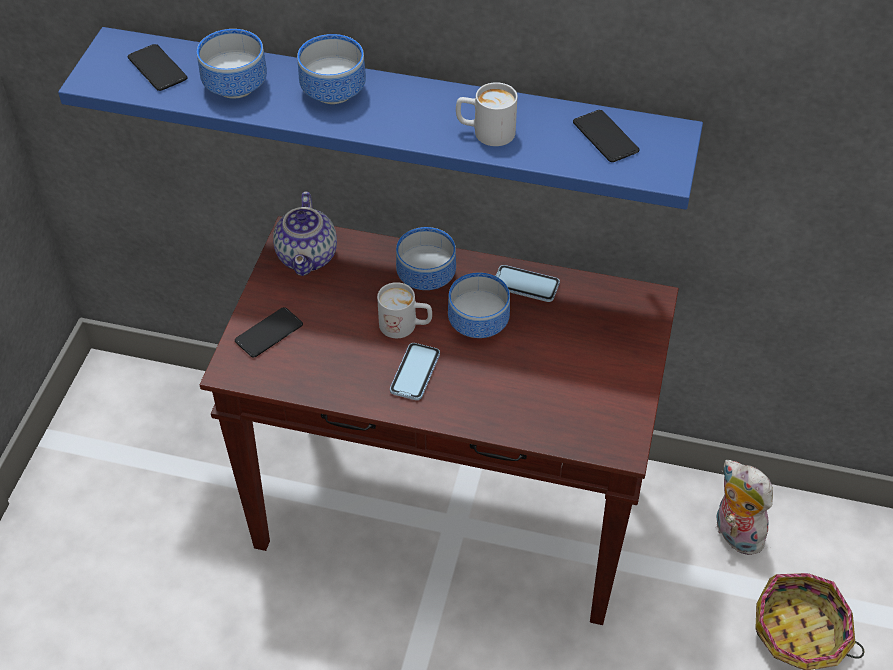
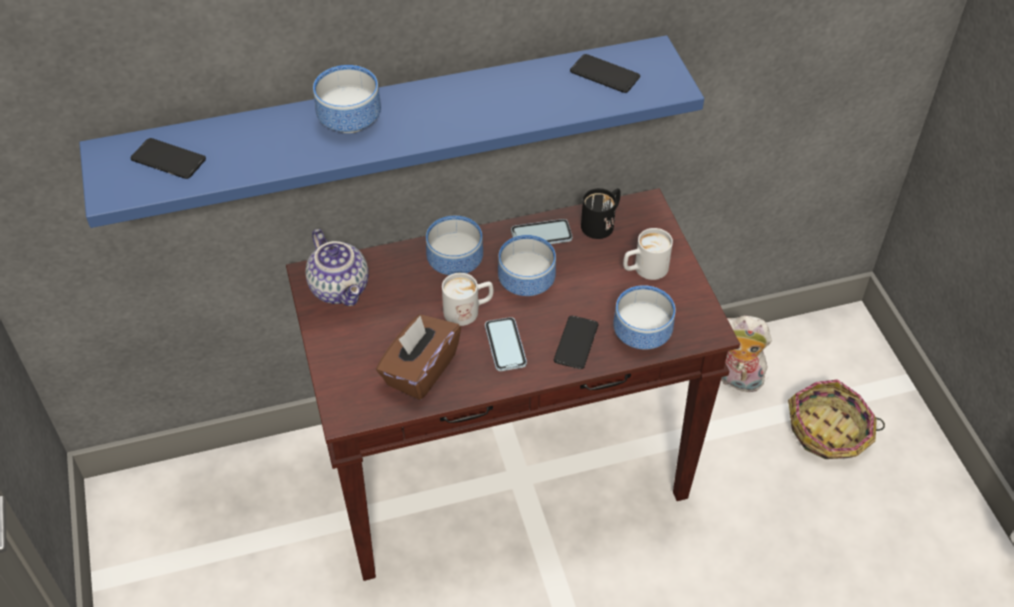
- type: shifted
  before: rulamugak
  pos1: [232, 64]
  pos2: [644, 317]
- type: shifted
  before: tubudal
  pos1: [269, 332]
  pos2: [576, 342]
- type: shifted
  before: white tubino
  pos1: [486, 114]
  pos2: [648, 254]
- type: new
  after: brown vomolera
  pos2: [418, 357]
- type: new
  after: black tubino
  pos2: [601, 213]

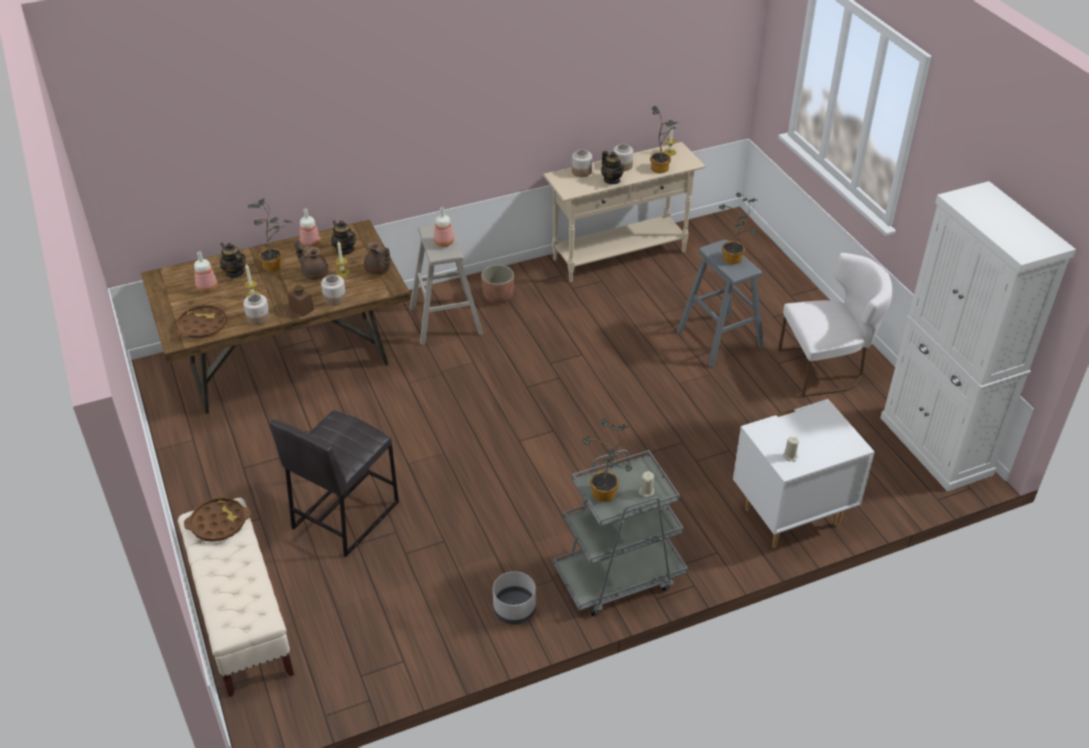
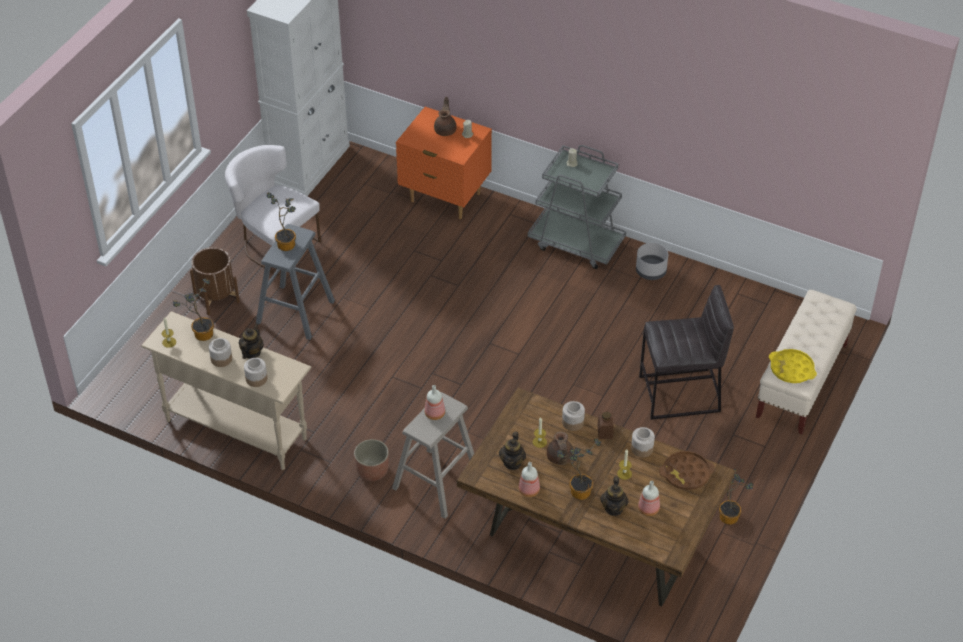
- type: repainted
  before: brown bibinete
  after: yellow bibinete
  pos1: [217, 519]
  pos2: [793, 366]
- type: shifted
  before: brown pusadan
  pos1: [377, 258]
  pos2: [445, 116]
- type: shifted
  before: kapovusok
  pos1: [607, 460]
  pos2: [736, 497]
- type: repainted
  before: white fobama
  after: orange fobama
  pos1: [804, 473]
  pos2: [444, 163]
- type: new
  after: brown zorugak
  pos2: [215, 281]

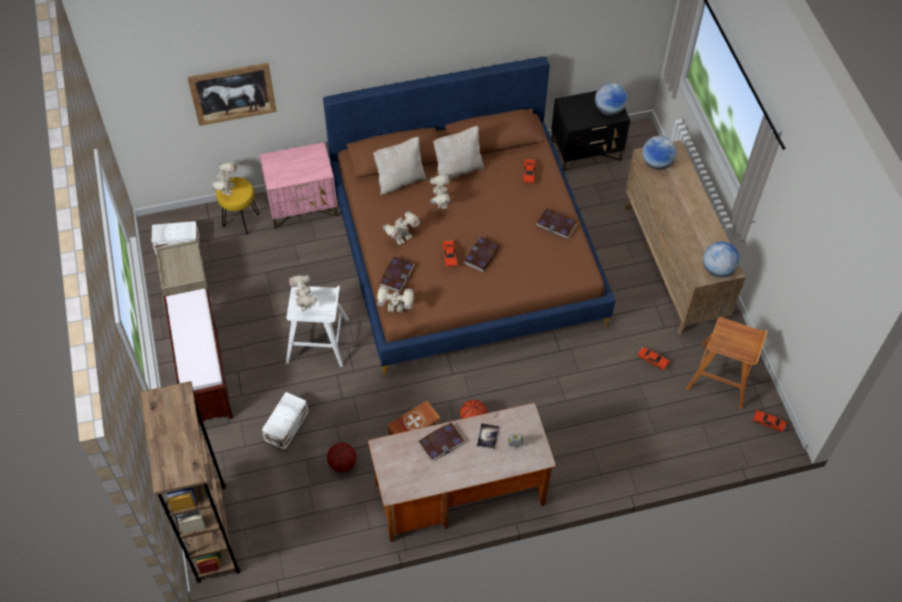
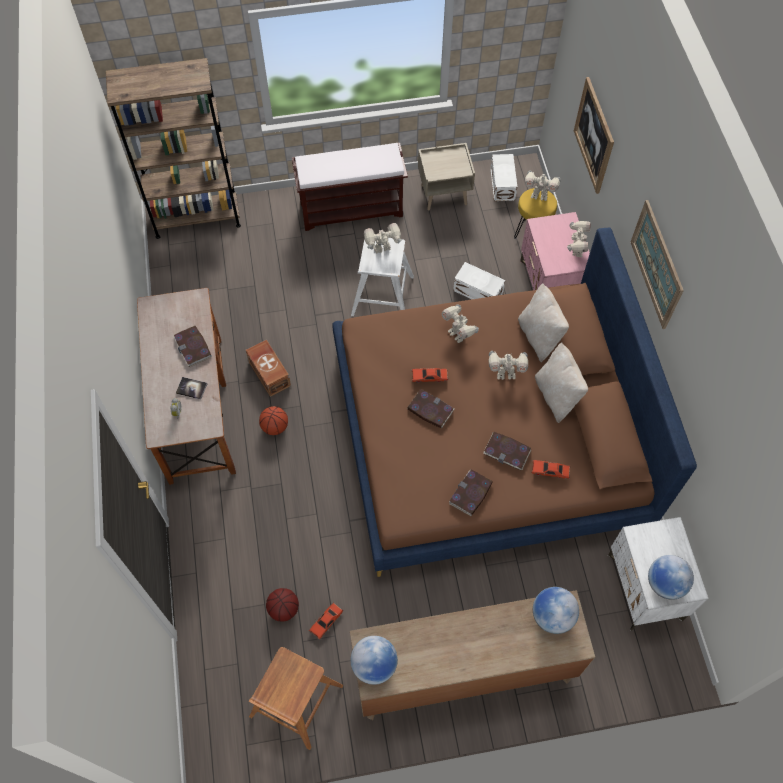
- type: shifted
  before: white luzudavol
  pos1: [285, 421]
  pos2: [479, 280]
- type: shifted
  before: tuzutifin
  pos1: [341, 457]
  pos2: [282, 605]
- type: shifted
  before: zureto
  pos1: [395, 299]
  pos2: [579, 239]
- type: shifted
  before: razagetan
  pos1: [397, 274]
  pos2: [507, 451]
- type: repainted
  before: black fobama
  after: white fobama
  pos1: [590, 131]
  pos2: [658, 574]
- type: gone
  before: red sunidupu
  pos1: [769, 421]
- type: new
  after: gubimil
  pos2: [657, 264]

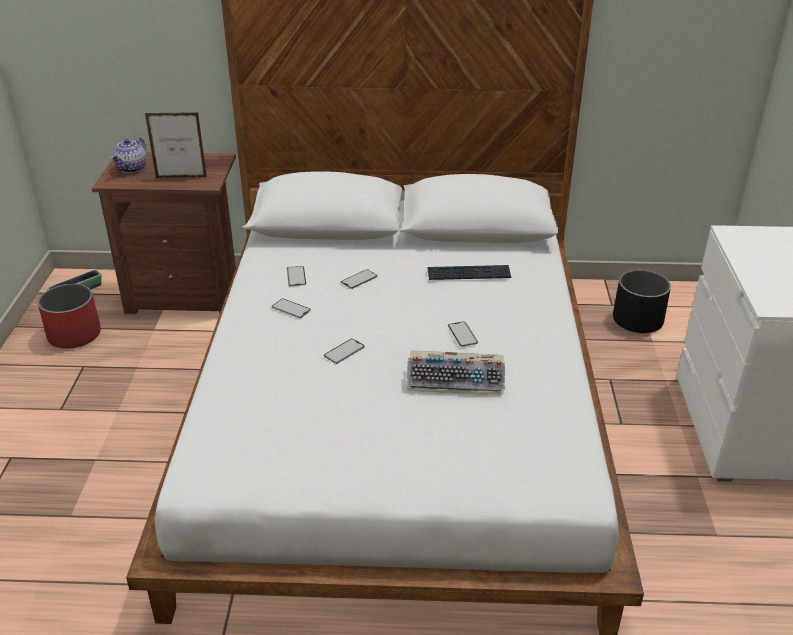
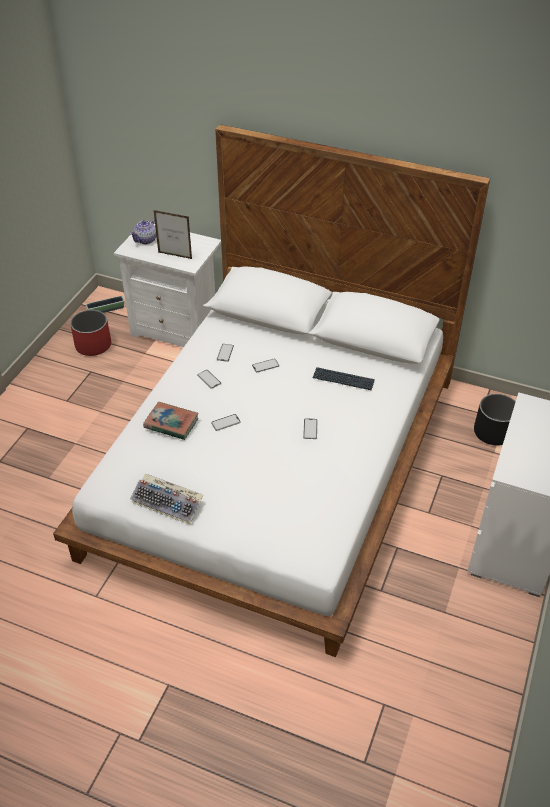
- type: repainted
  before: brown fobama
  after: white fobama
  pos1: [164, 233]
  pos2: [167, 285]
- type: shifted
  before: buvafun
  pos1: [455, 373]
  pos2: [166, 499]
- type: new
  after: razagetan
  pos2: [171, 421]

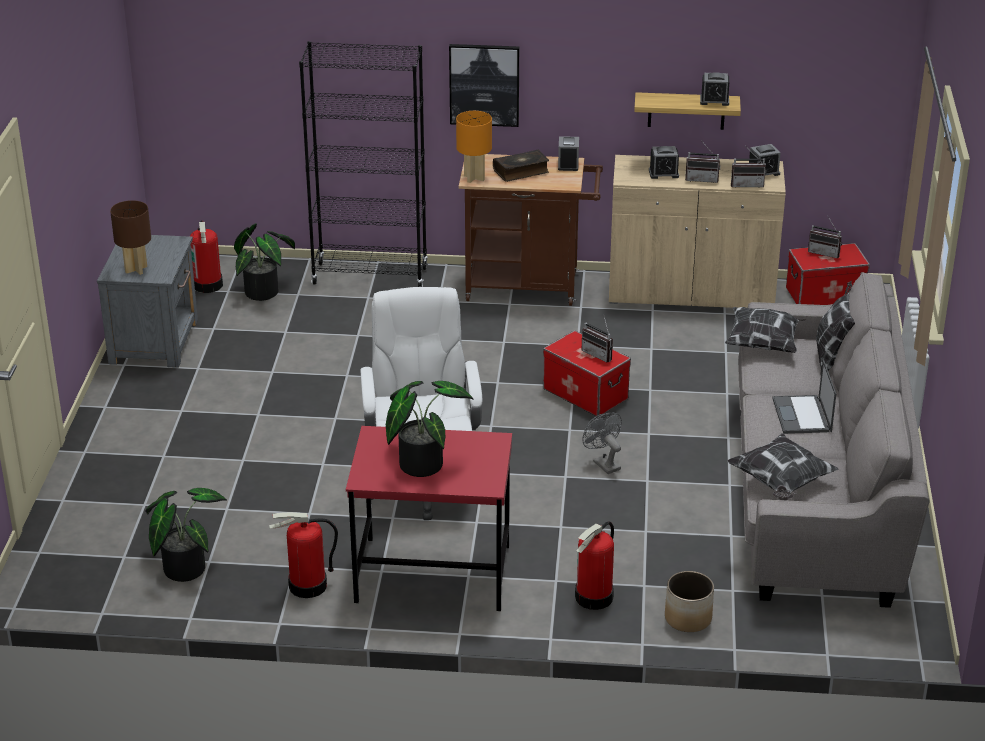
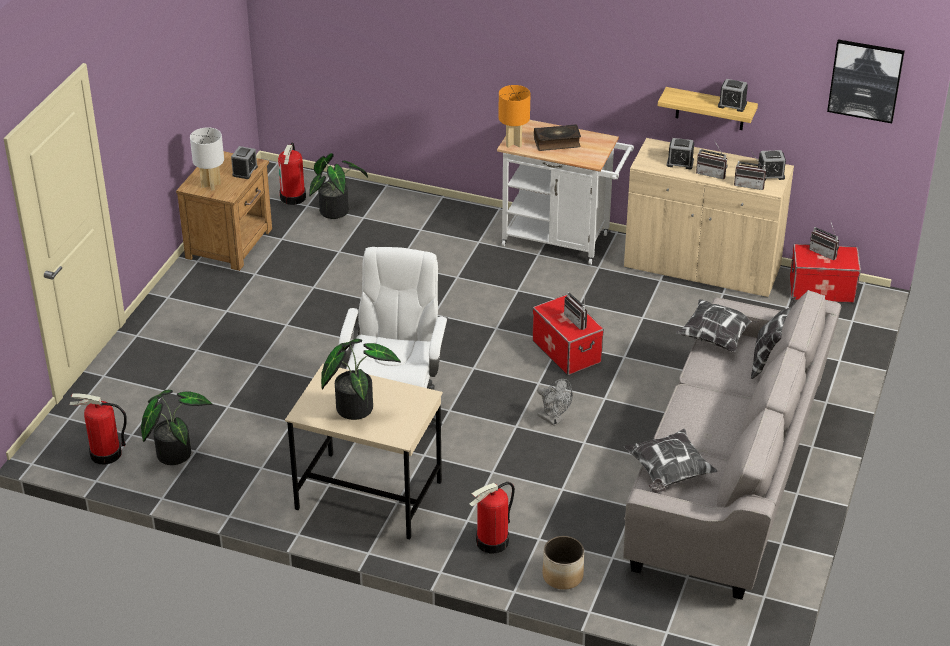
- type: repainted
  before: grey fobama
  after: brown fobama
  pos1: [147, 301]
  pos2: [224, 211]
- type: repainted
  before: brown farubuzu
  after: white farubuzu
  pos1: [130, 237]
  pos2: [207, 159]
- type: shifted
  before: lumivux
  pos1: [303, 555]
  pos2: [98, 428]
- type: gone
  before: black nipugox
  pos1: [363, 164]
- type: repainted
  before: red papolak
  after: beige papolak
  pos1: [429, 518]
  pos2: [364, 451]
- type: shifted
  before: gubimil
  pos1: [484, 85]
  pos2: [866, 81]
- type: repainted
  before: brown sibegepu
  after: white sibegepu
  pos1: [531, 230]
  pos2: [565, 192]
- type: shifted
  before: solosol
  pos1: [568, 153]
  pos2: [244, 162]
- type: rotated
  before: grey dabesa
  pos1: [602, 443]
  pos2: [555, 402]
  turn: 150
- type: gone
  before: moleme
  pos1: [804, 396]

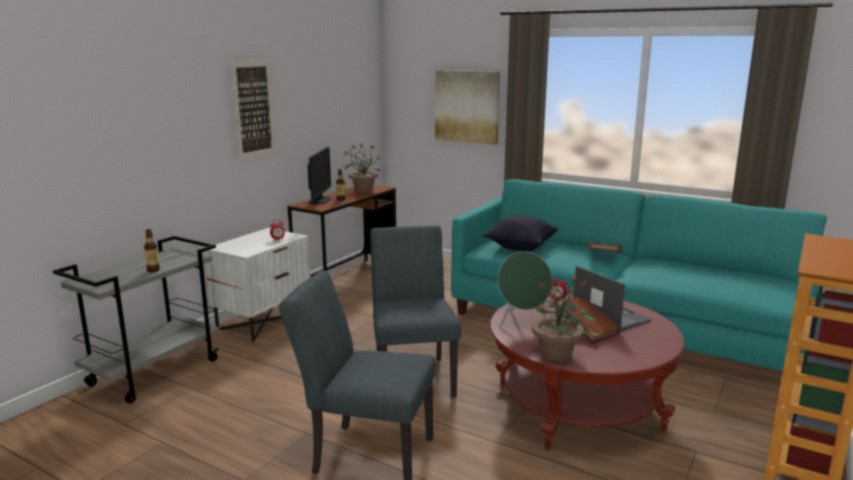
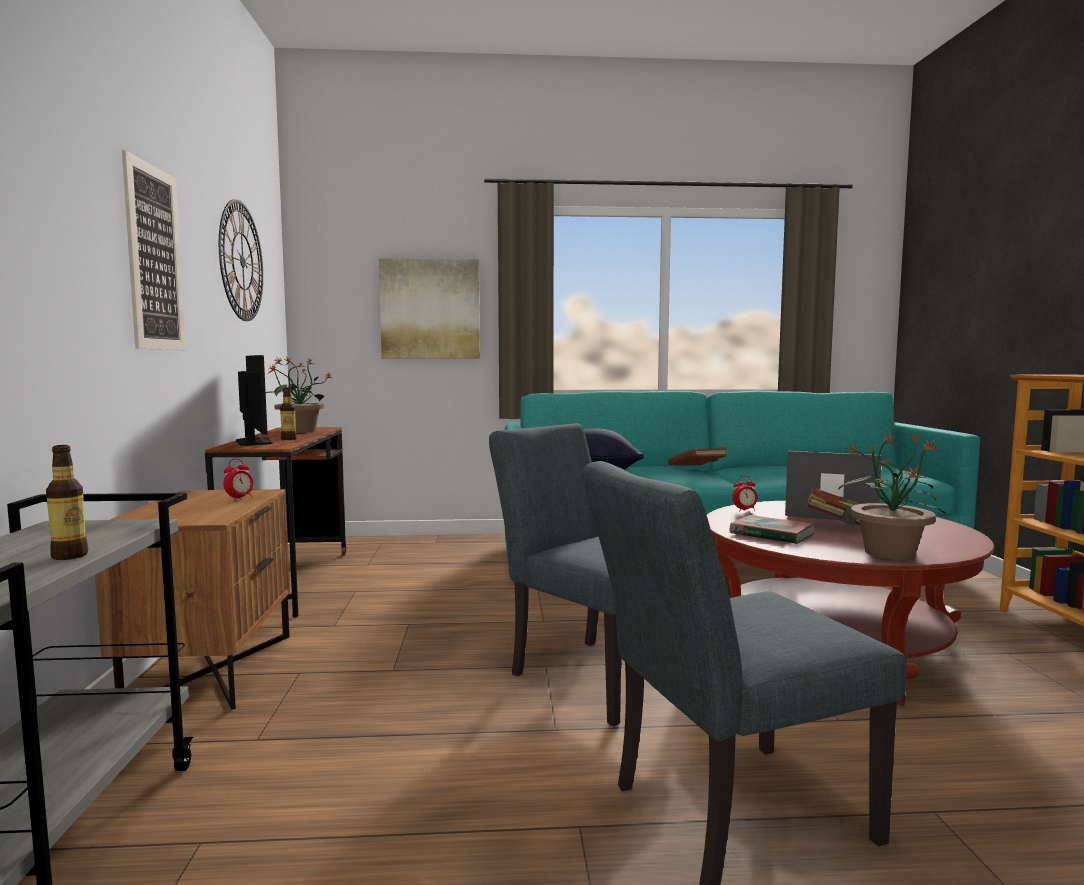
- type: repainted
  before: white fobama
  after: brown fobama
  pos1: [257, 285]
  pos2: [192, 599]
- type: swapped
  before: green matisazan
  after: razagetan
  pos1: [525, 289]
  pos2: [772, 529]
- type: new
  after: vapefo
  pos2: [241, 260]

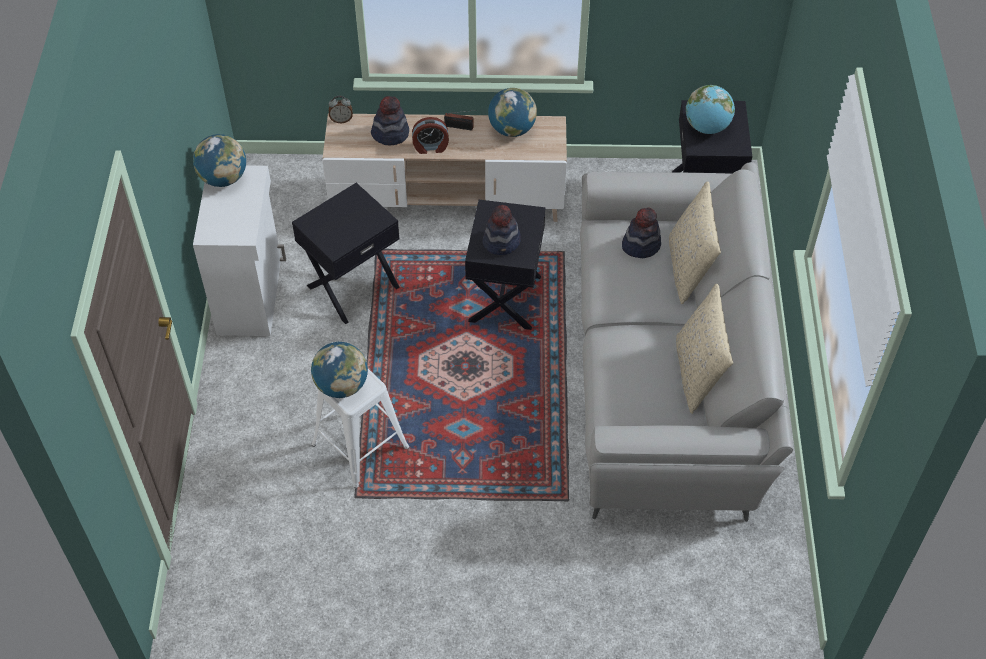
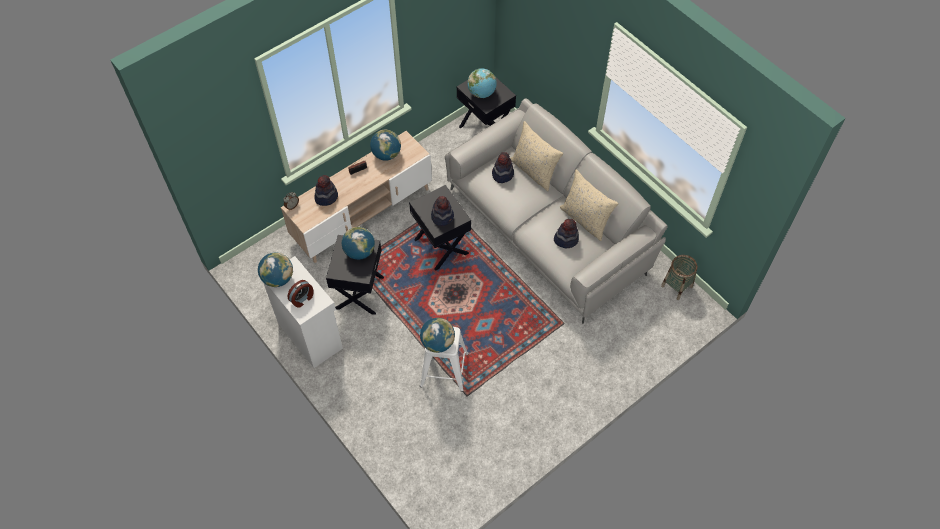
- type: shifted
  before: solosol
  pos1: [430, 135]
  pos2: [301, 294]
- type: new
  after: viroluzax
  pos2: [358, 243]
- type: new
  after: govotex
  pos2: [566, 233]
- type: new
  after: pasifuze
  pos2: [679, 277]

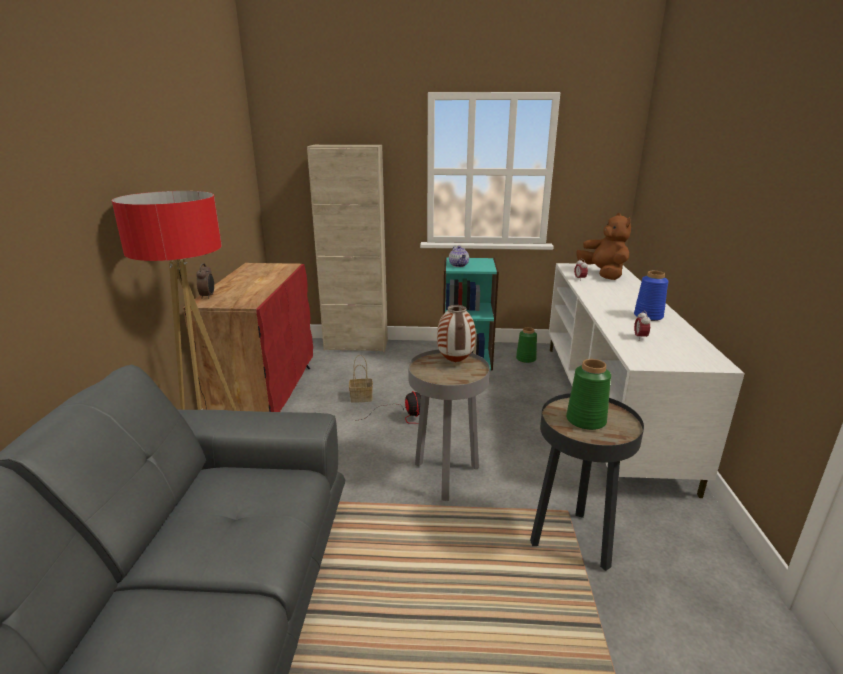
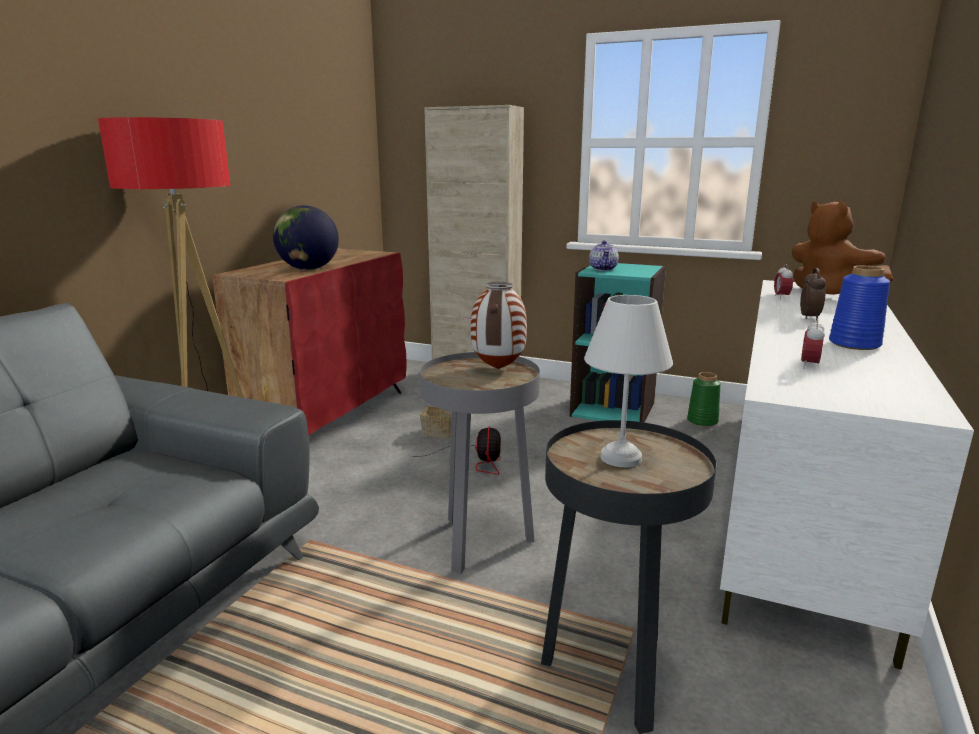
- type: shifted
  before: solosol
  pos1: [205, 281]
  pos2: [813, 294]
- type: swapped
  before: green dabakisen
  after: white farubuzu
  pos1: [588, 394]
  pos2: [628, 381]
- type: rotated
  before: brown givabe
  pos1: [604, 246]
  pos2: [842, 248]
  turn: 150
- type: new
  after: viroluzax
  pos2: [306, 237]

